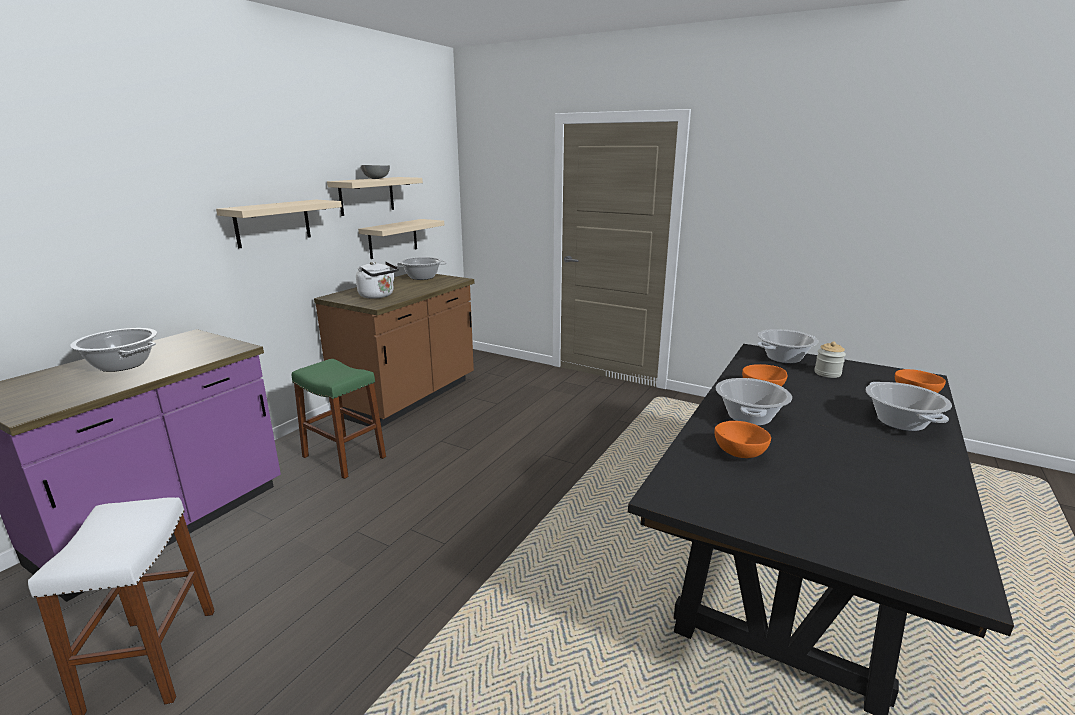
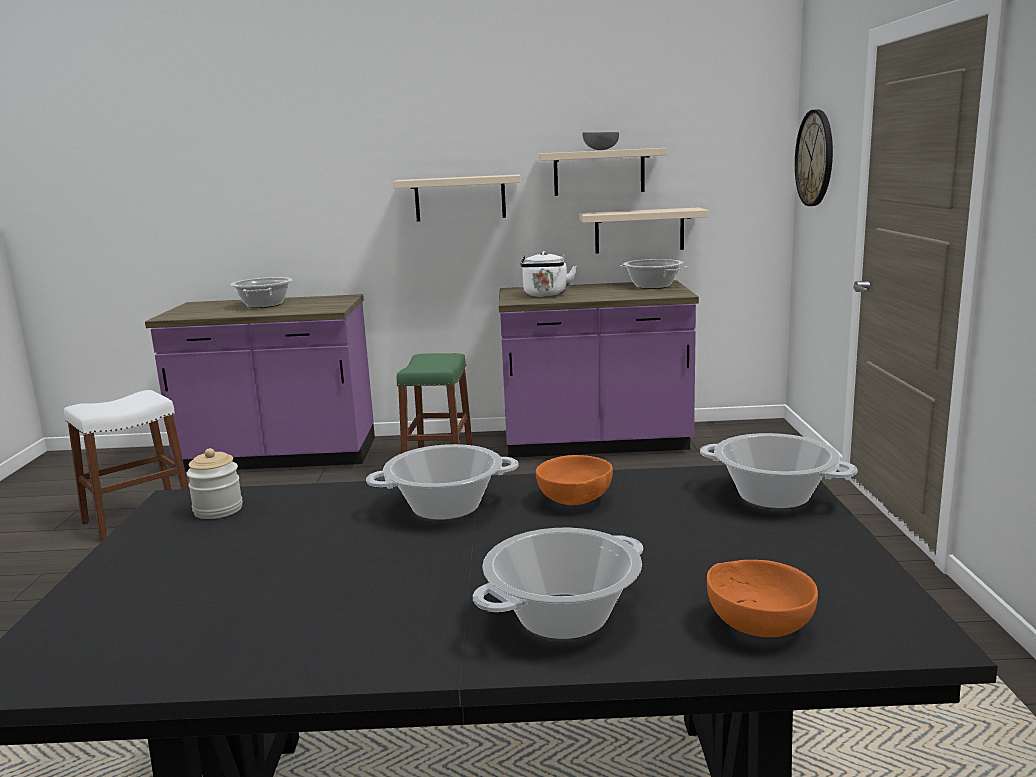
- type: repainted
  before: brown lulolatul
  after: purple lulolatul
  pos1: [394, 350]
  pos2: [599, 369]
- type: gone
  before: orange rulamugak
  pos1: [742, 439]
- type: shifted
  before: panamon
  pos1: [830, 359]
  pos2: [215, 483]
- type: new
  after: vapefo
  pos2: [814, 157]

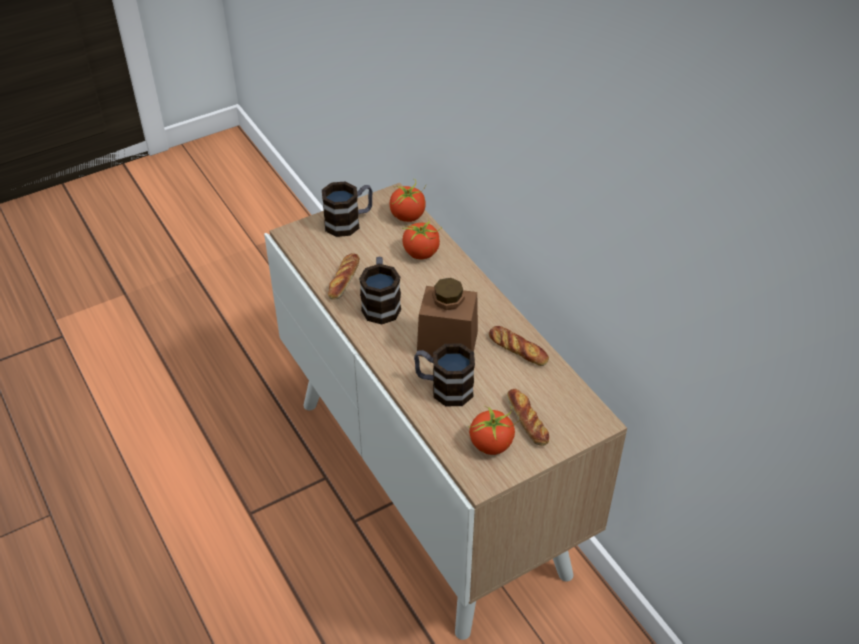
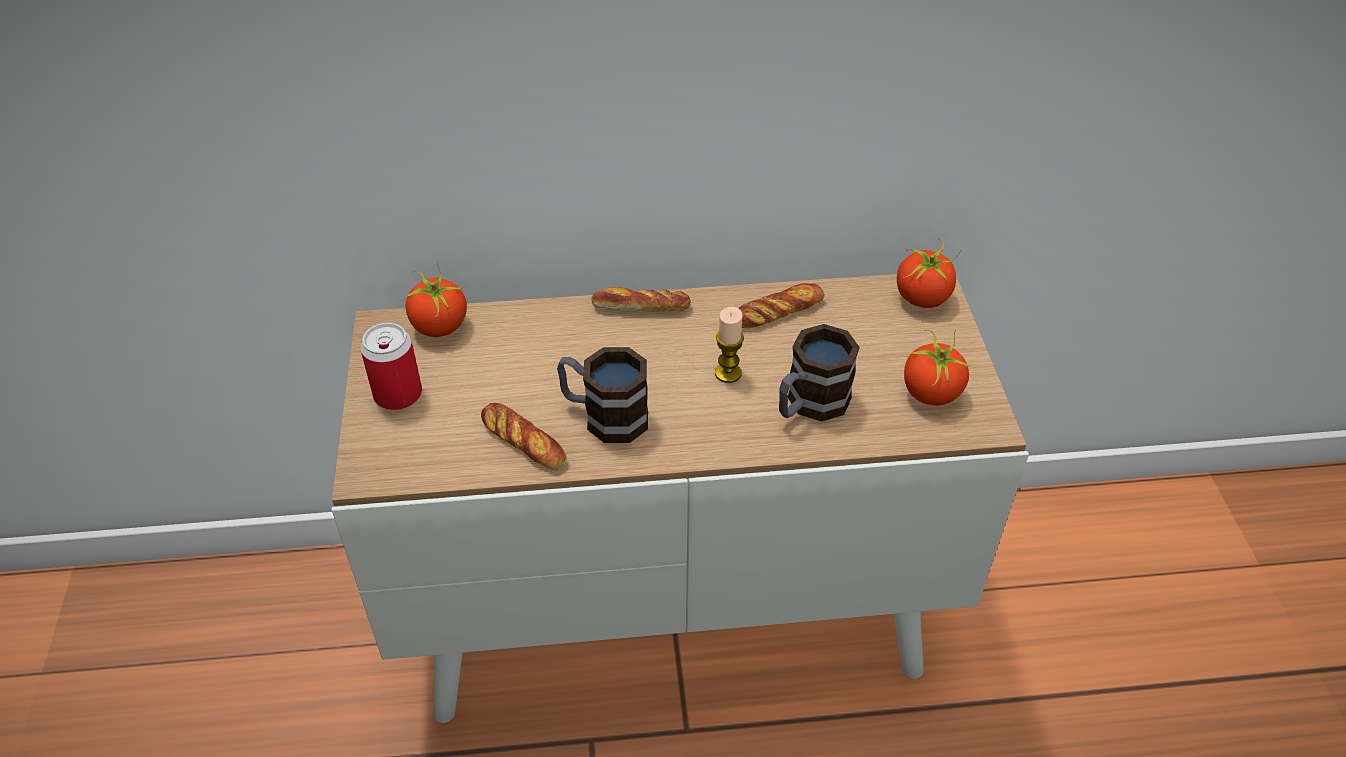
- type: swapped
  before: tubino
  after: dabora
  pos1: [347, 209]
  pos2: [391, 366]
- type: shifted
  before: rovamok
  pos1: [422, 240]
  pos2: [929, 273]
- type: swapped
  before: brown panamon
  after: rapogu
  pos1: [447, 317]
  pos2: [729, 345]
- type: shifted
  before: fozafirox
  pos1: [528, 417]
  pos2: [641, 299]

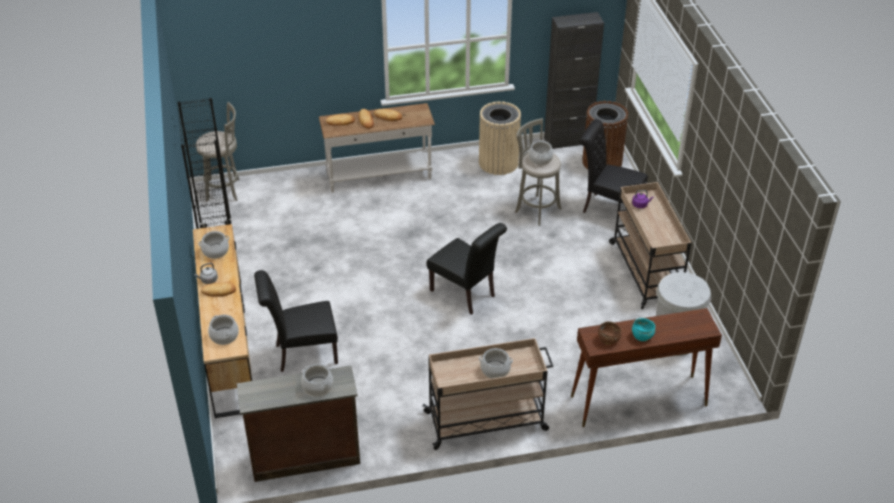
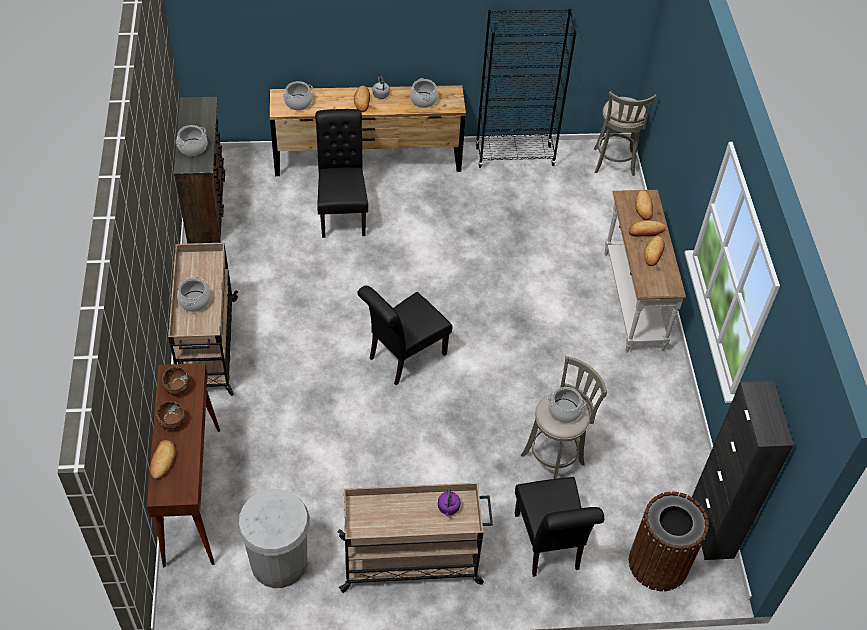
- type: gone
  before: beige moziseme
  pos1: [500, 138]
- type: rotated
  before: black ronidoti
  pos1: [614, 166]
  pos2: [559, 527]
  turn: 135
- type: repainted
  before: turquoise rulamugak
  after: brown rulamugak
  pos1: [643, 329]
  pos2: [170, 415]
- type: new
  after: fozafirox
  pos2: [162, 459]

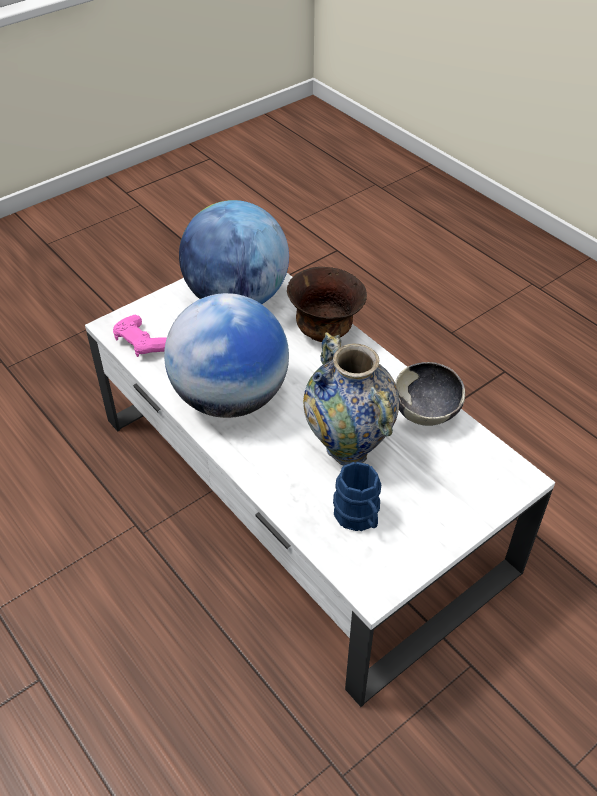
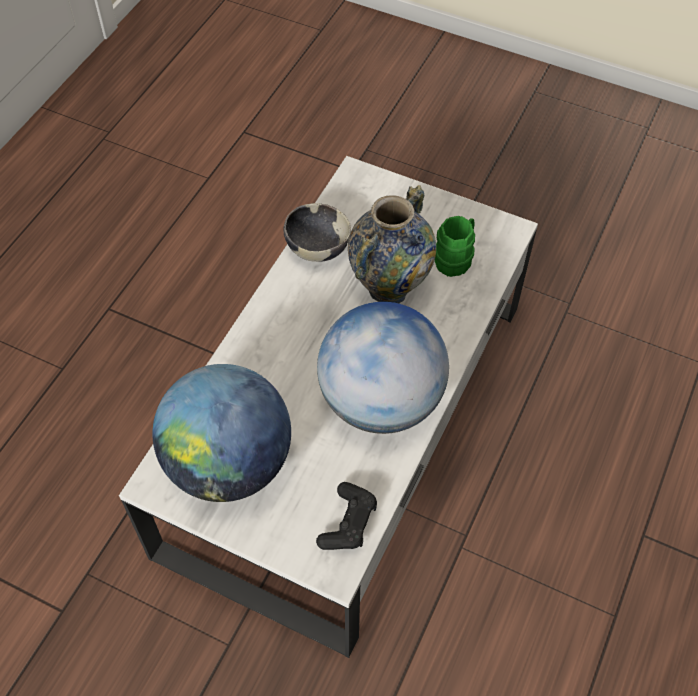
- type: repainted
  before: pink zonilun
  after: black zonilun
  pos1: [140, 336]
  pos2: [346, 516]
- type: gone
  before: brown rulamugak
  pos1: [327, 304]
- type: repainted
  before: blue tubino
  after: green tubino
  pos1: [357, 496]
  pos2: [455, 246]

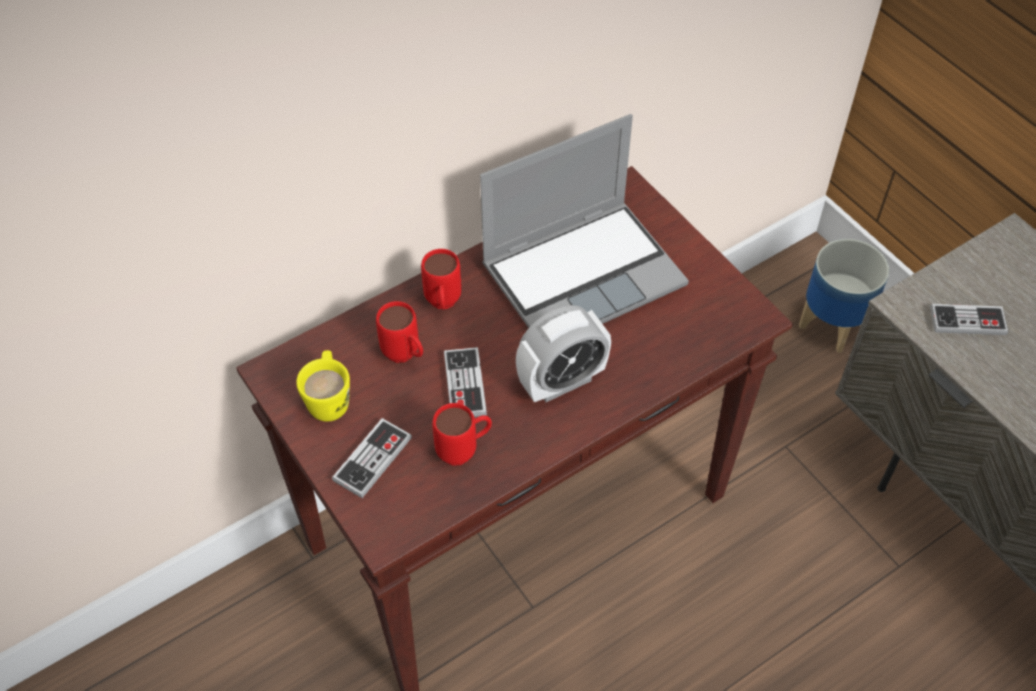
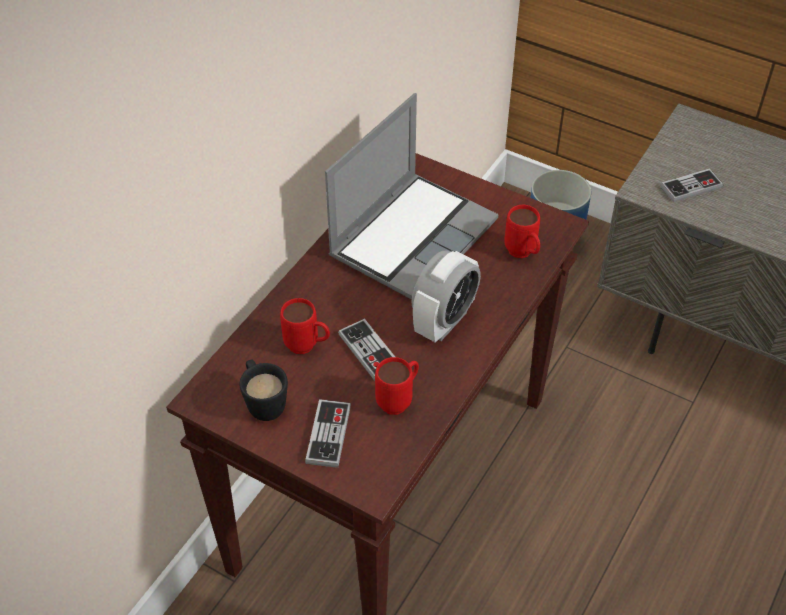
- type: repainted
  before: yellow tubino
  after: black tubino
  pos1: [323, 386]
  pos2: [263, 390]
- type: shifted
  before: red tubino
  pos1: [441, 279]
  pos2: [522, 231]

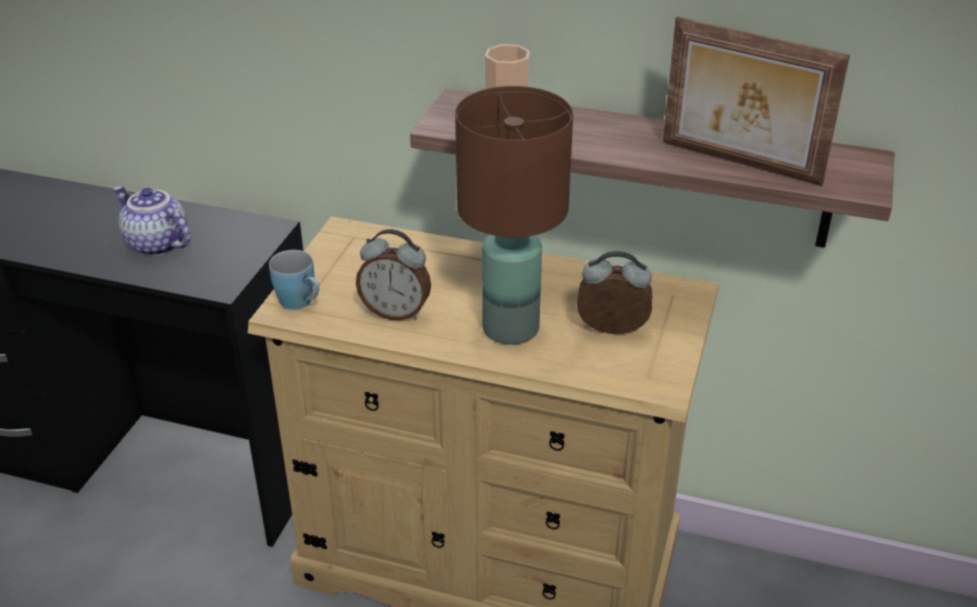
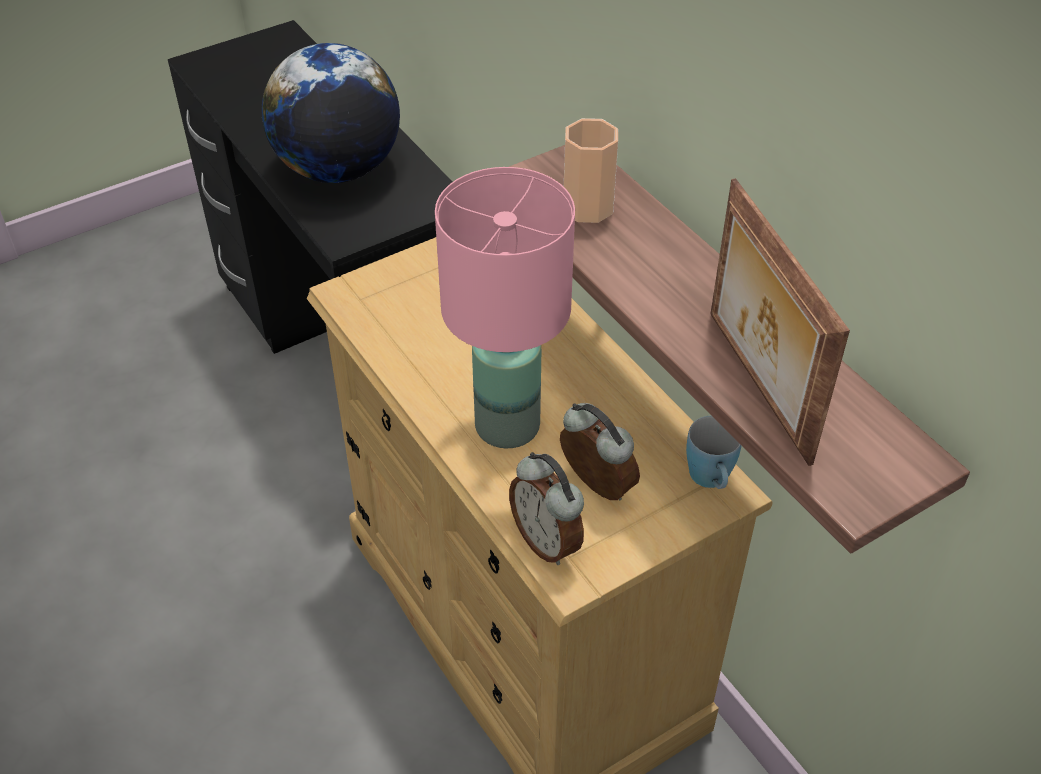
- type: swapped
  before: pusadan
  after: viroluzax
  pos1: [151, 221]
  pos2: [331, 113]
- type: shifted
  before: blue tubino
  pos1: [294, 280]
  pos2: [713, 452]
- type: shifted
  before: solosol
  pos1: [393, 274]
  pos2: [546, 508]
- type: repainted
  before: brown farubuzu
  after: pink farubuzu
  pos1: [514, 215]
  pos2: [505, 307]

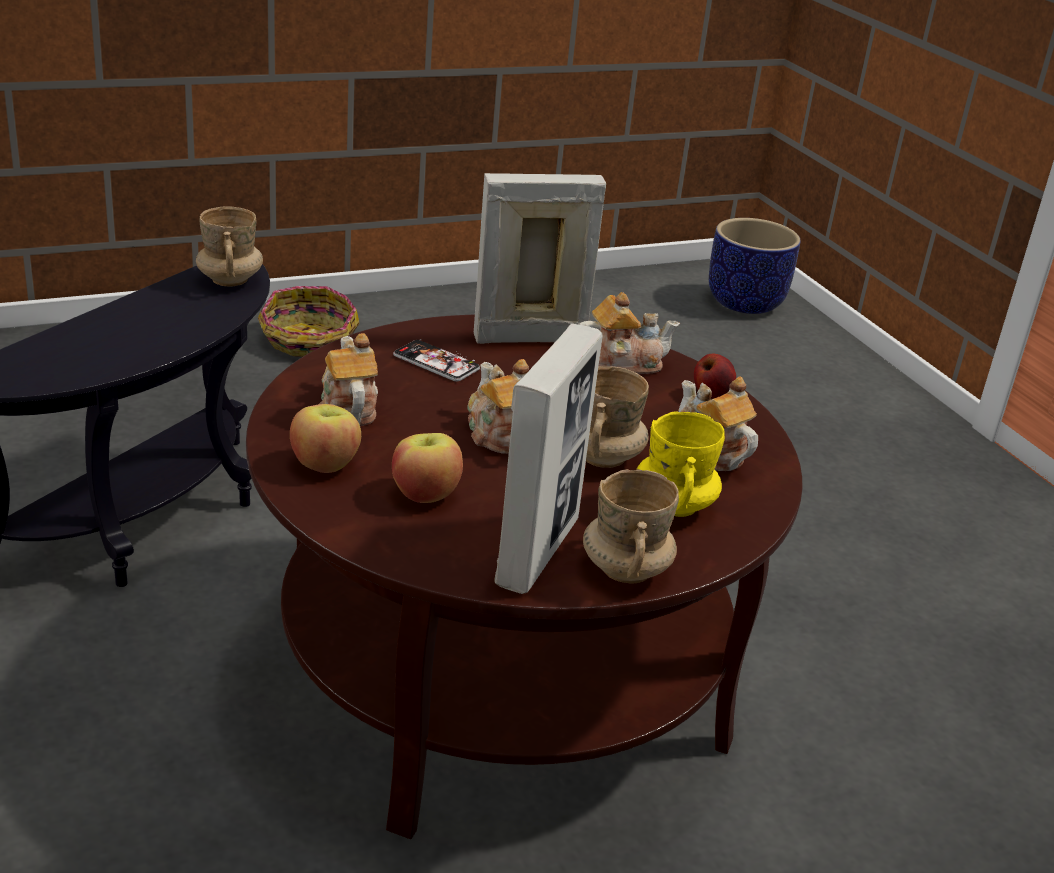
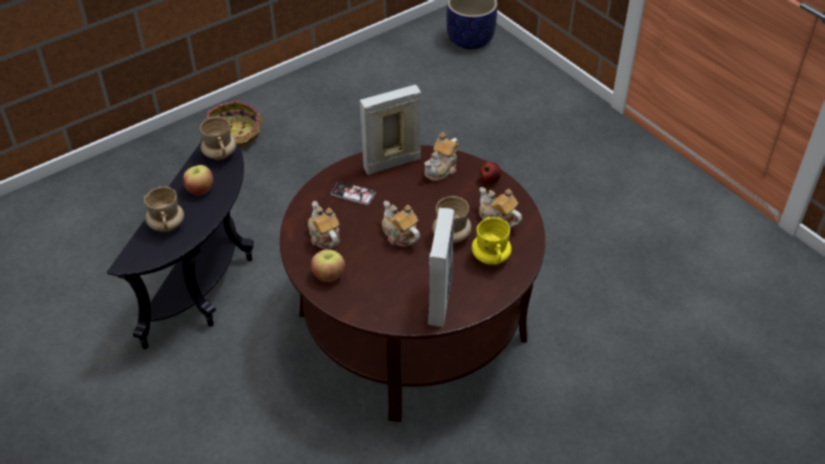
- type: shifted
  before: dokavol
  pos1: [427, 468]
  pos2: [198, 180]
- type: rotated
  before: pusadan
  pos1: [629, 333]
  pos2: [441, 157]
  turn: 150
- type: shifted
  before: beige tubino
  pos1: [631, 526]
  pos2: [164, 209]

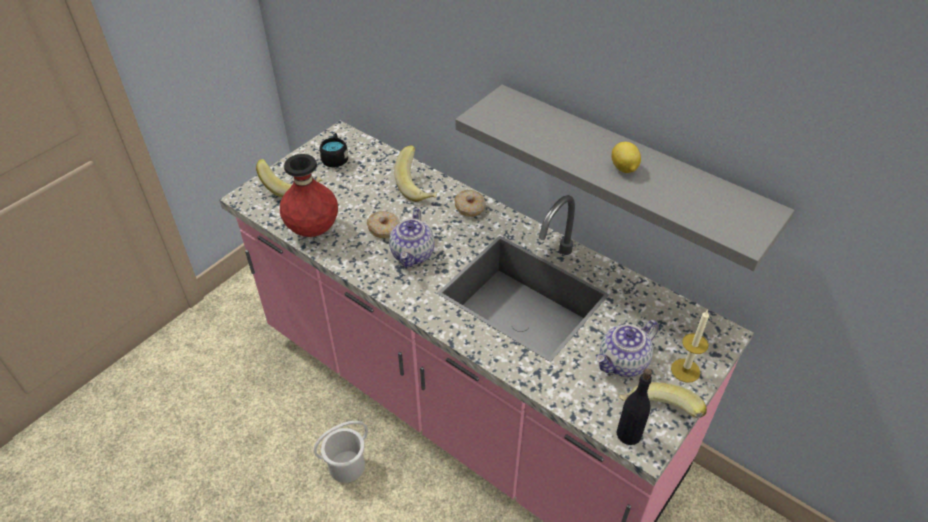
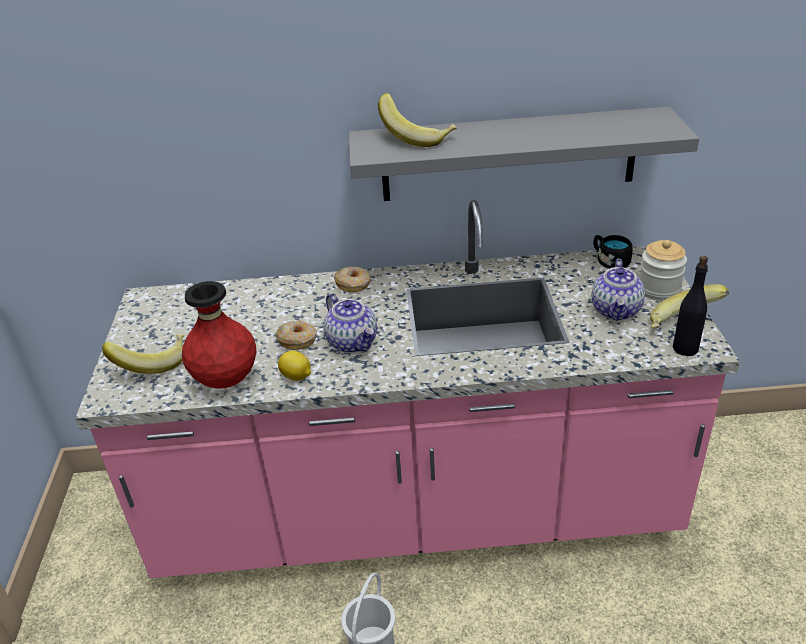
- type: shifted
  before: black tubino
  pos1: [333, 150]
  pos2: [612, 252]
- type: shifted
  before: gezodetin
  pos1: [415, 173]
  pos2: [417, 120]
- type: shifted
  before: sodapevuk
  pos1: [626, 157]
  pos2: [294, 366]
- type: swapped
  before: rapogu
  after: panamon
  pos1: [690, 346]
  pos2: [663, 270]

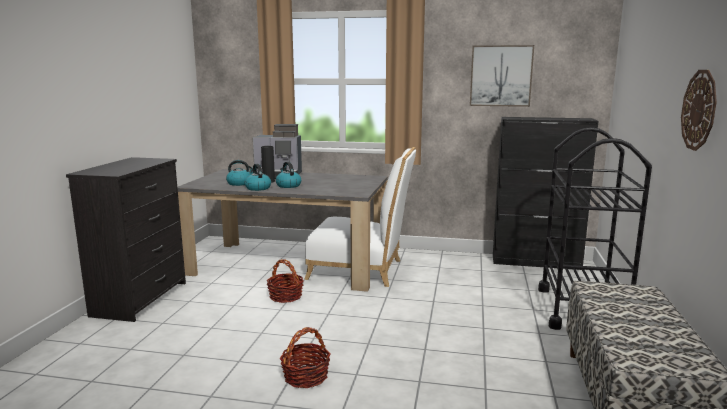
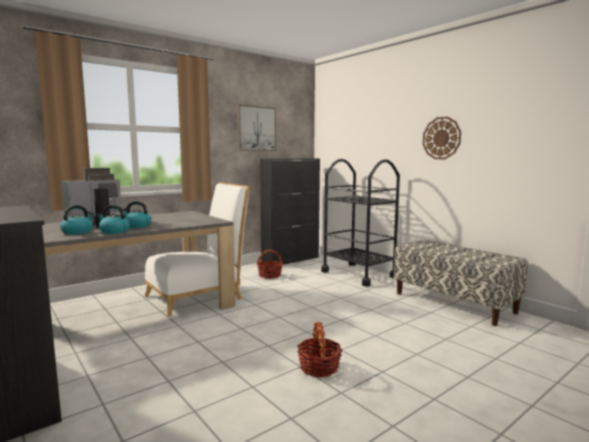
- type: shifted
  before: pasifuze
  pos1: [285, 281]
  pos2: [269, 264]

